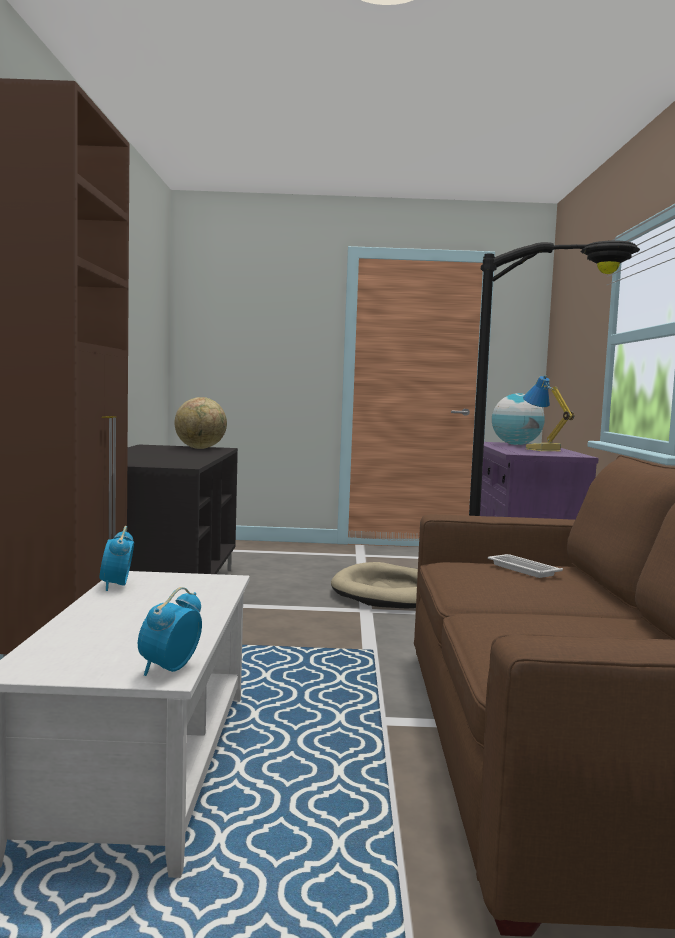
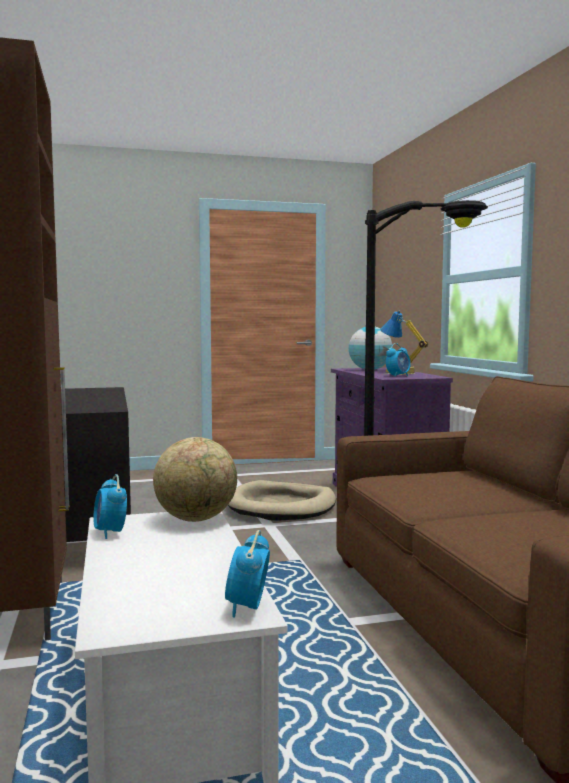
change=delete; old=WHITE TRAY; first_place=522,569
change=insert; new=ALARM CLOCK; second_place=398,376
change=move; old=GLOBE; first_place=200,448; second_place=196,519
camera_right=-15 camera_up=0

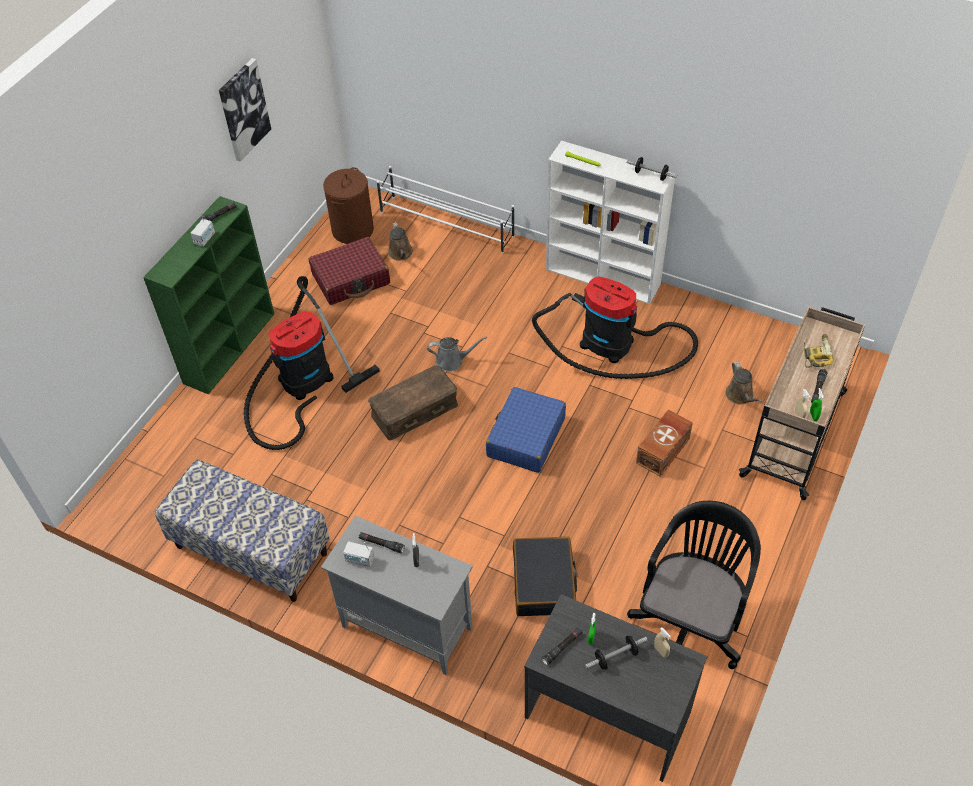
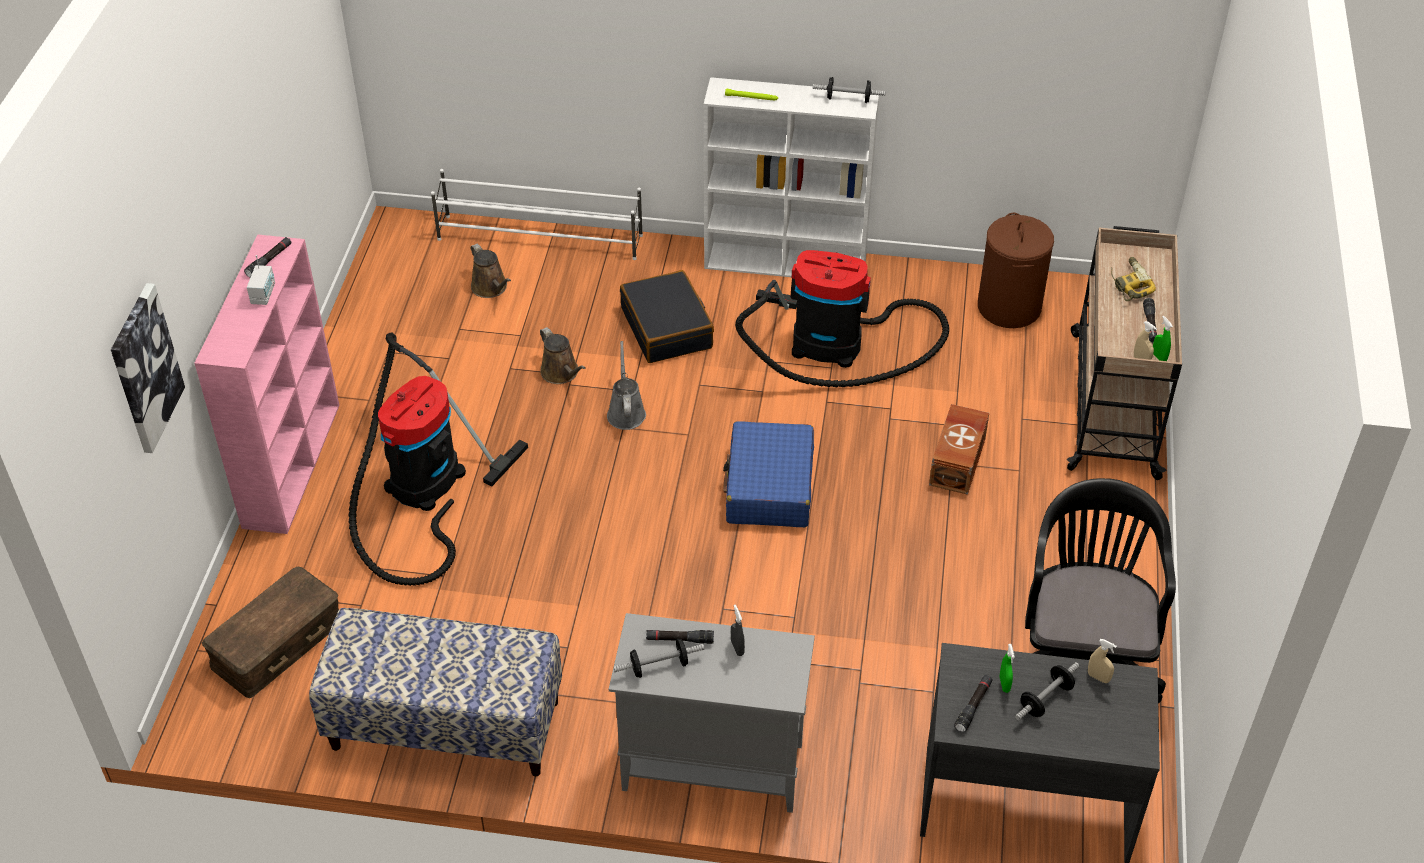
change=delete; old=RED SUITCASE; first_place=351,279
change=move; old=PICTURE; first_place=243,109; second_place=144,368
change=move; old=BROWN LAUNDRY BASKET; first_place=353,230; second_place=1009,307
change=move; old=BROWN STORAGE BOX; first_place=414,409; second_place=276,642
change=move; old=BLACK SUITCASE; first_place=544,583; second_place=667,328
change=move; old=BROWN WATERING CAN; first_place=740,396; second_place=561,373
change=replace; old=RADIO; new=DUMBBELL; first_place=360,559; second_place=659,666
change=recolor; old=GREEN BOOKCASE; new=PINK BOOKCASE; first_place=230,347; second_place=292,463
change=rotate; old=GREY WATERING CAN; first_place=452,361; second_place=626,412; degrees=-75
camera_right=-20 camera_up=-5

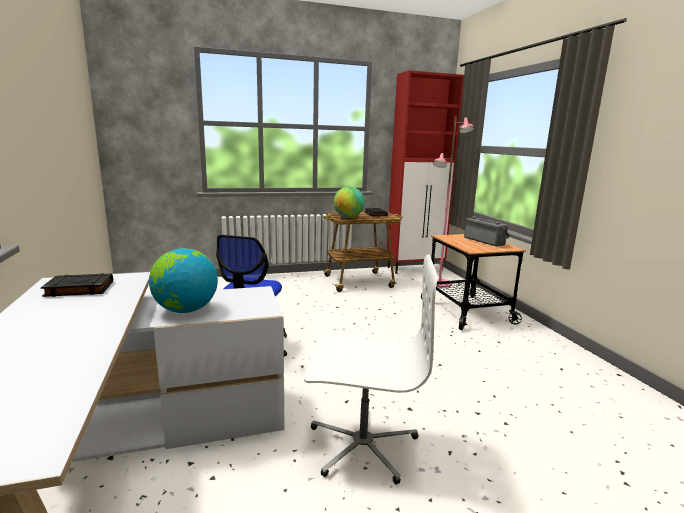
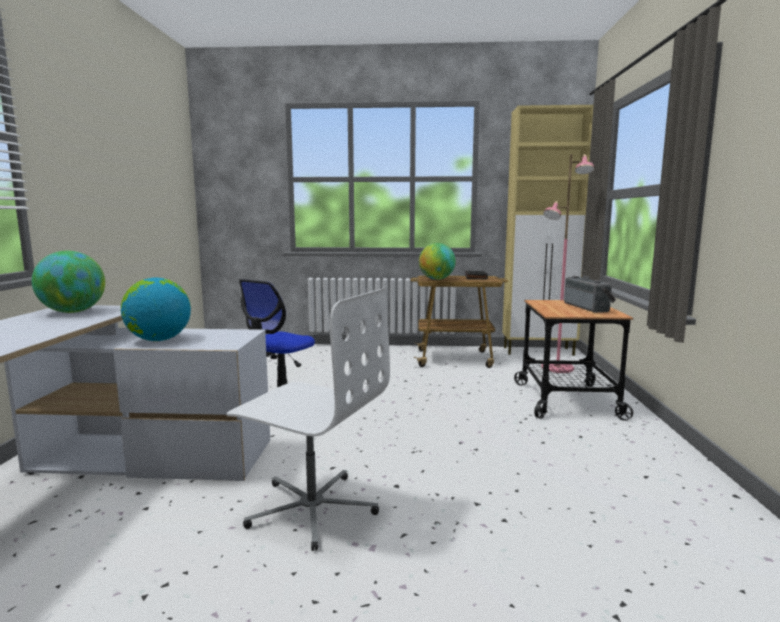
change=replace; old=BLACK BOOK; new=GLOBE; first_place=78,289; second_place=73,312
change=recolor; old=RED CABINET; new=BEIGE CABINET; first_place=415,269; second_place=539,351
camera_right=20 camera_up=-5

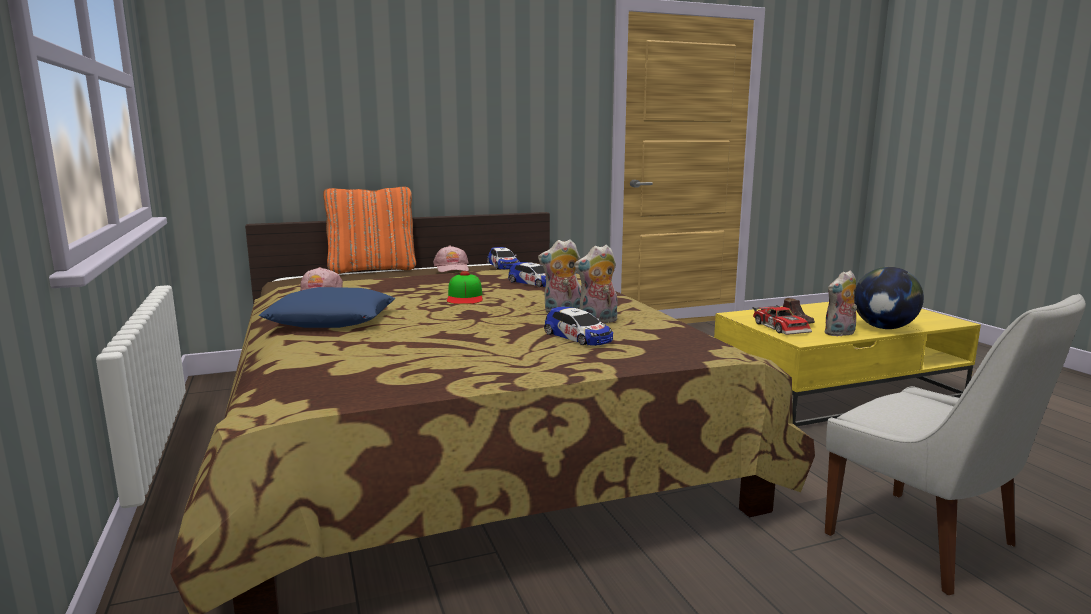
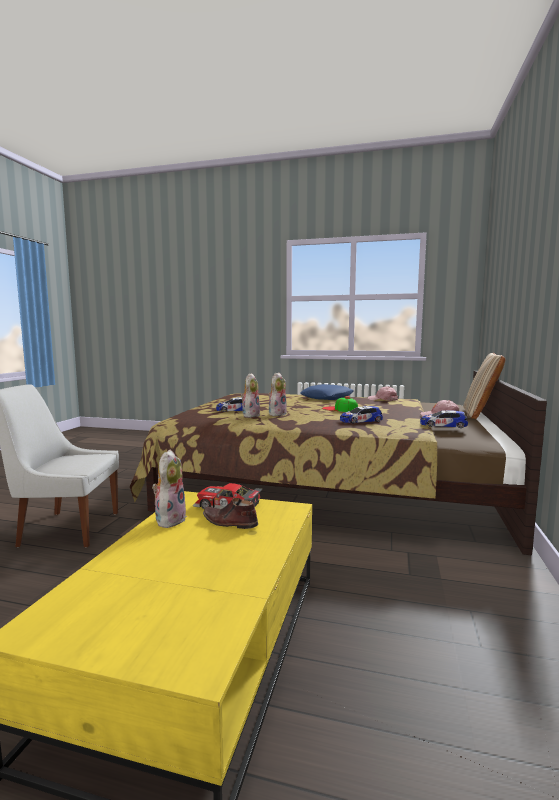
change=delete; old=GLOBE; first_place=884,328
change=recolor; old=ORANGE PILLOW; new=BEIGE PILLOW; first_place=372,269; second_place=480,414
camera_right=125 camera_up=-5

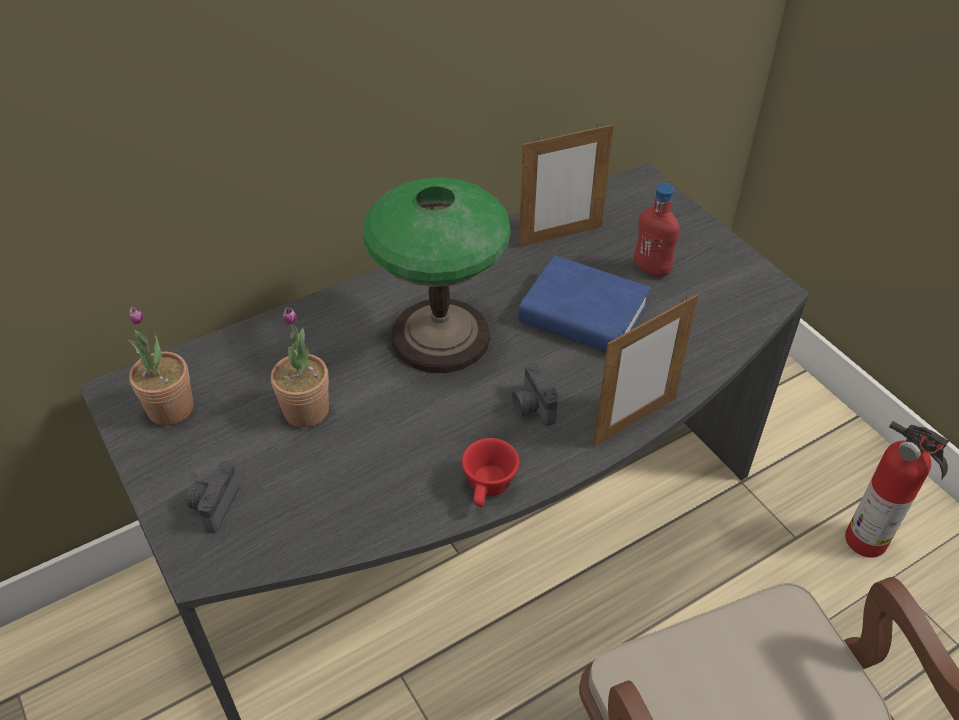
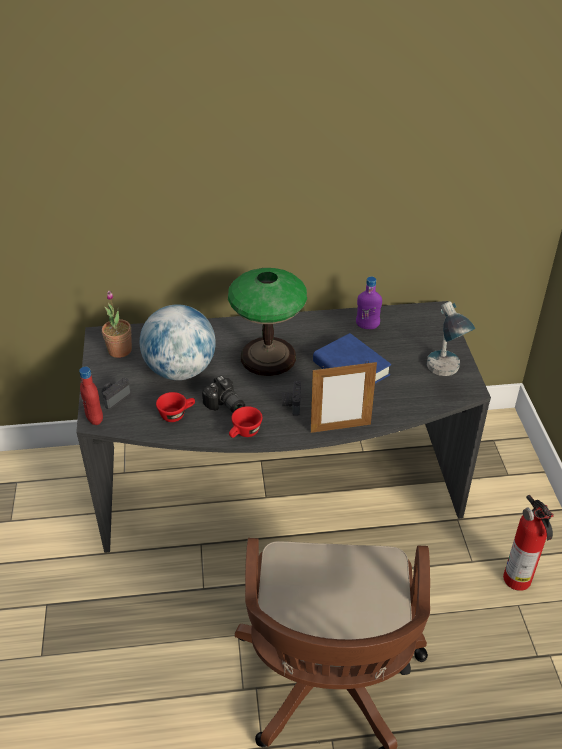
change=insert; new=RED CUP; second_place=177,414
change=insert; new=PHOTO CAMERA; second_place=225,406
change=insert; new=TABLE LAMP; second_place=444,375
change=move; old=RED BOTTLE; first_place=651,269; second_place=95,419
change=replace; old=POTTED PLANT; new=GLOBE; first_place=306,410; second_place=180,370
change=replace; old=PICTURE FRAME; new=PURPLE BOTTLE; first_place=560,236; second_place=367,326
camera_right=25 camera_up=-5

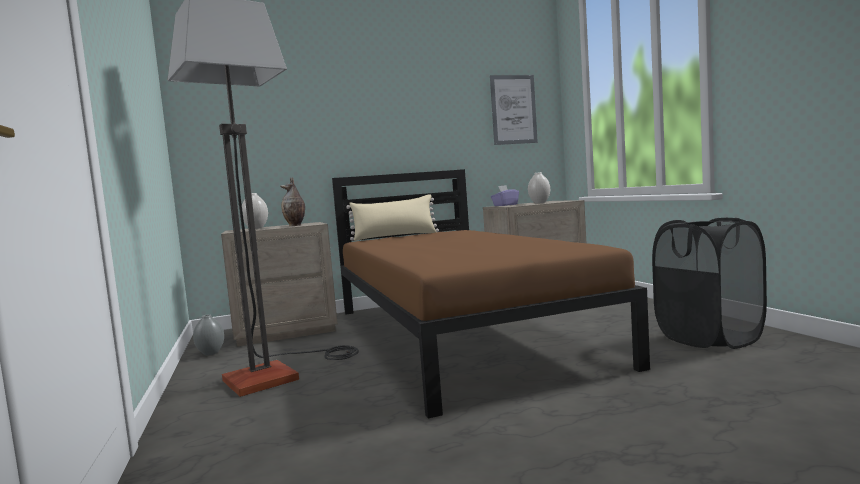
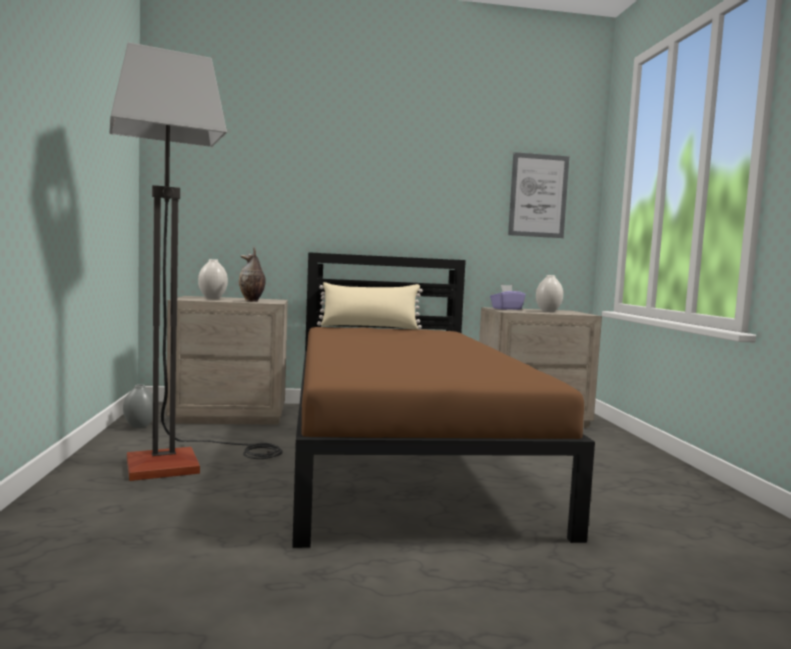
change=delete; old=BLACK LAUNDRY BASKET; first_place=709,338
camera_right=10 camera_up=0

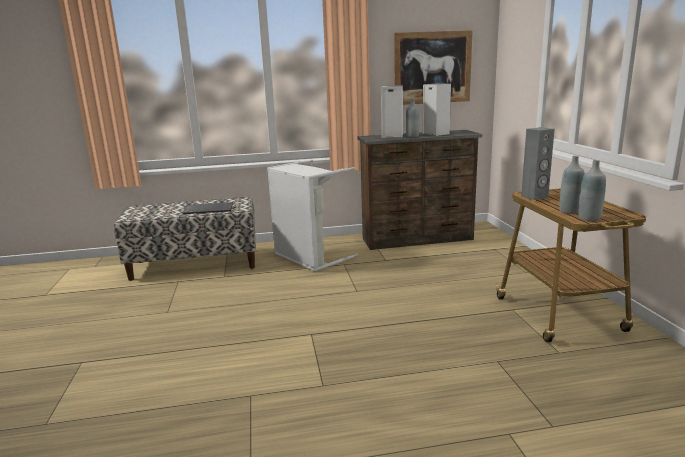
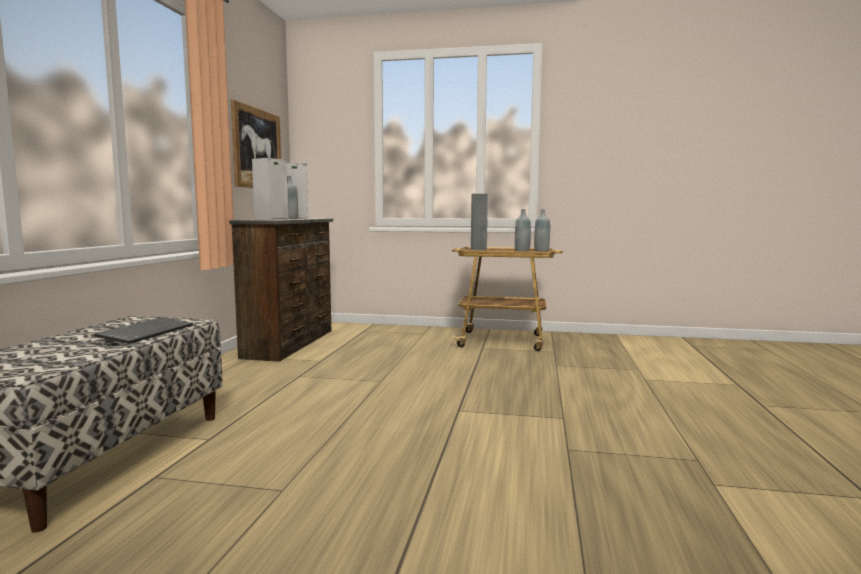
change=delete; old=GREY LAUNDRY BASKET; first_place=308,258
camera_right=-70 camera_up=-10

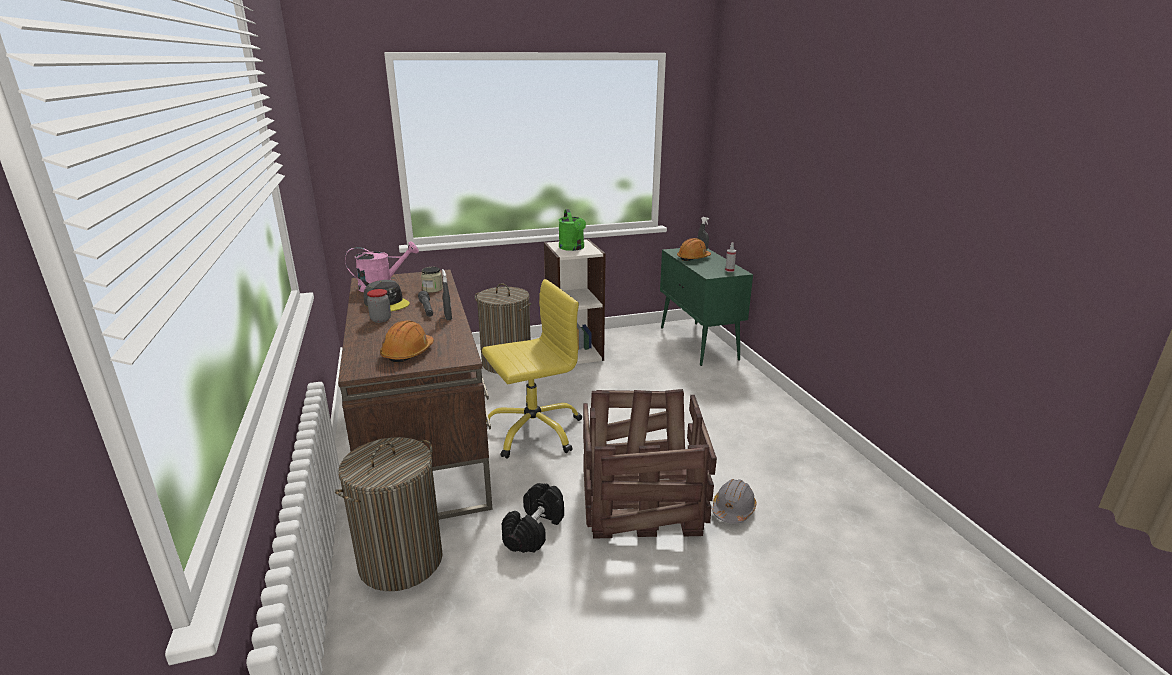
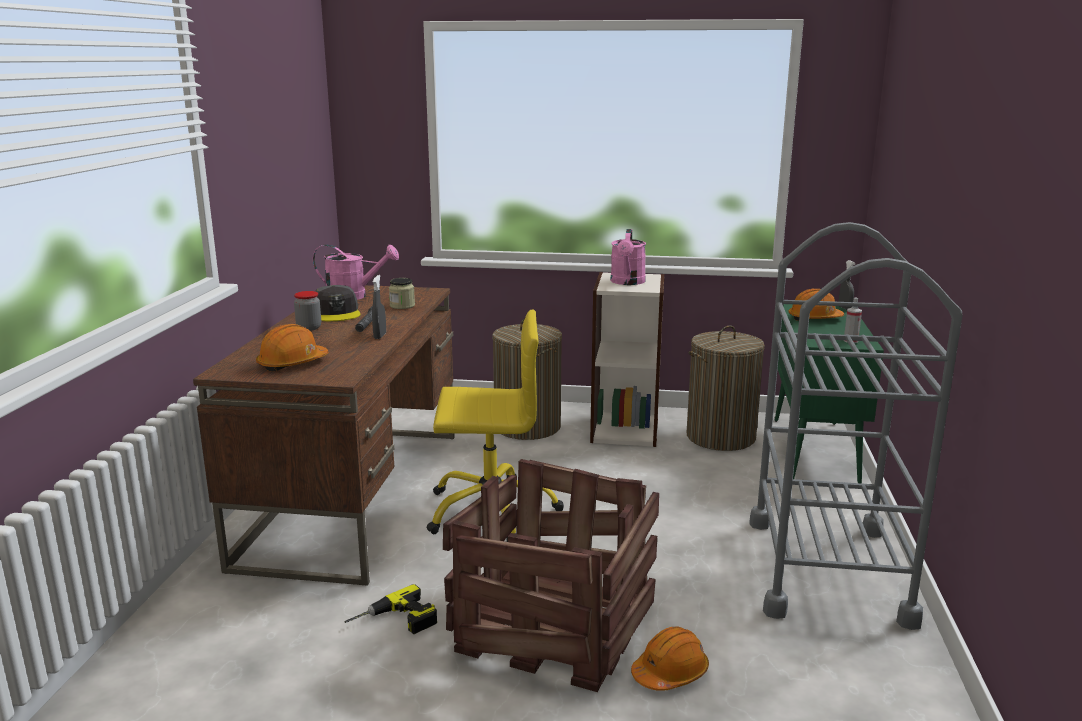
change=insert; new=GREY CART; second_place=827,570
change=move; old=LAUNDRY BASKET; first_place=401,561; second_place=720,437
change=replace; old=BLACK DUMBBELL; new=POWER DRILL; first_place=534,530; second_place=394,622
change=recolor; old=GREEN WATERING CAN; new=PINK WATERING CAN; first_place=573,248; second_place=627,282
change=recolor; old=GREY HARD HAT; new=ORANGE HARD HAT; first_place=733,509; second_place=670,673
camera_right=25 camera_up=-5

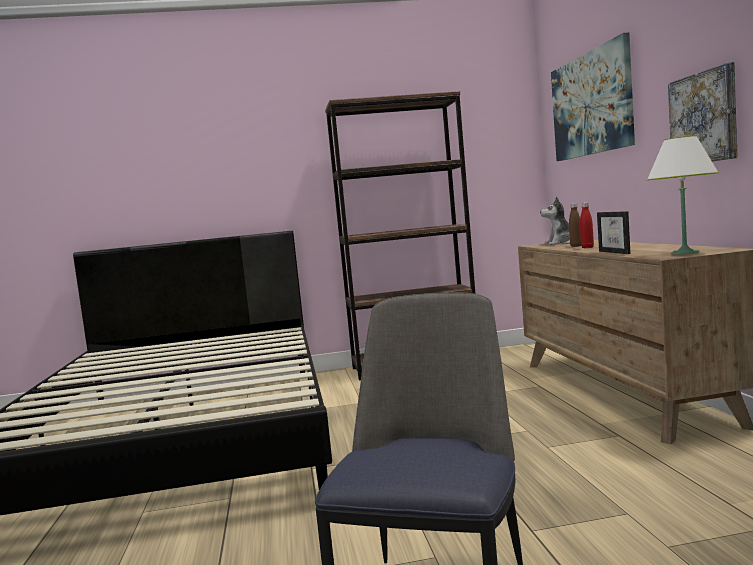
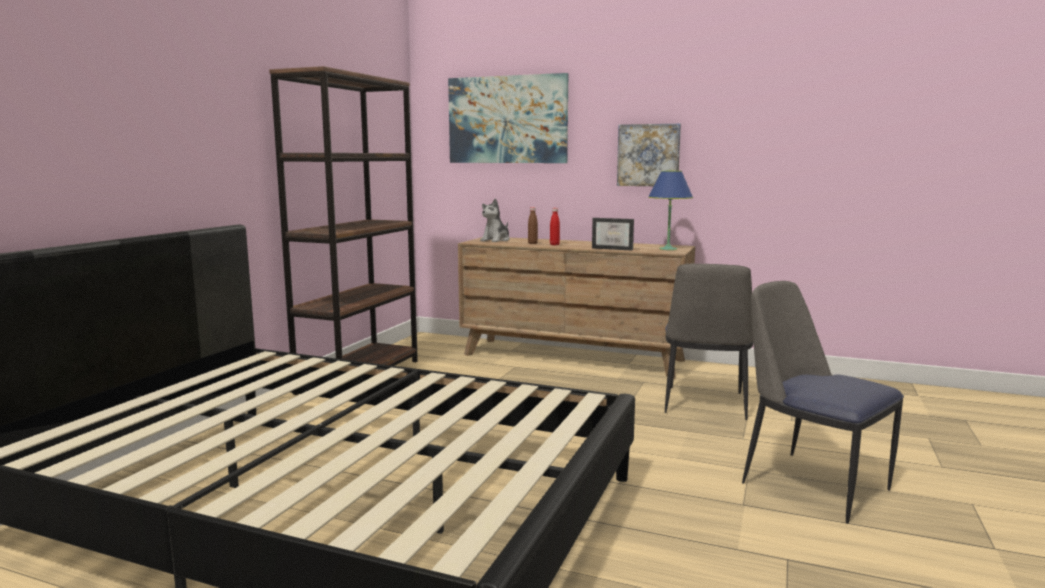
change=insert; new=CHAIR; second_place=704,404
change=recolor; old=WHITE TABLE LAMP; new=BLUE TABLE LAMP; first_place=685,253; second_place=668,249
camera_right=-60 camera_up=5

